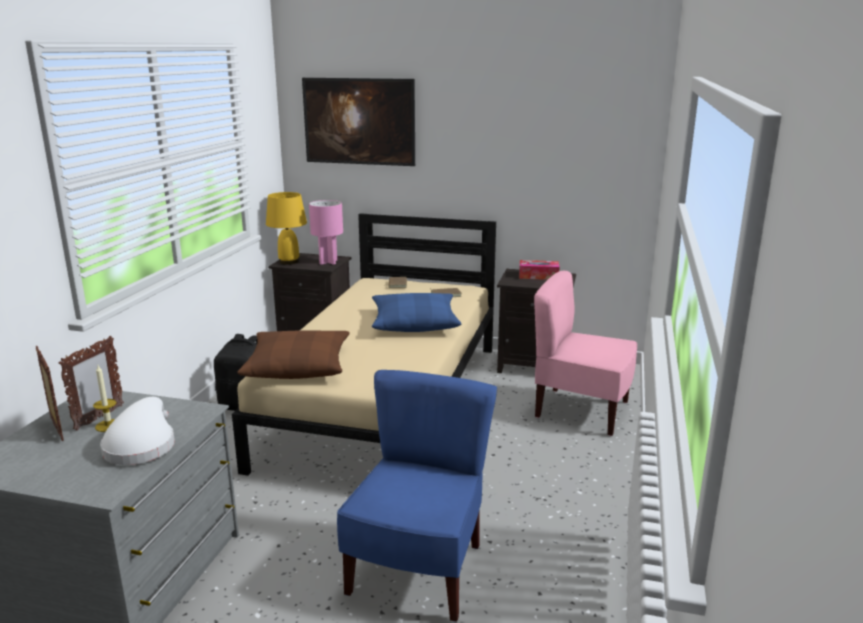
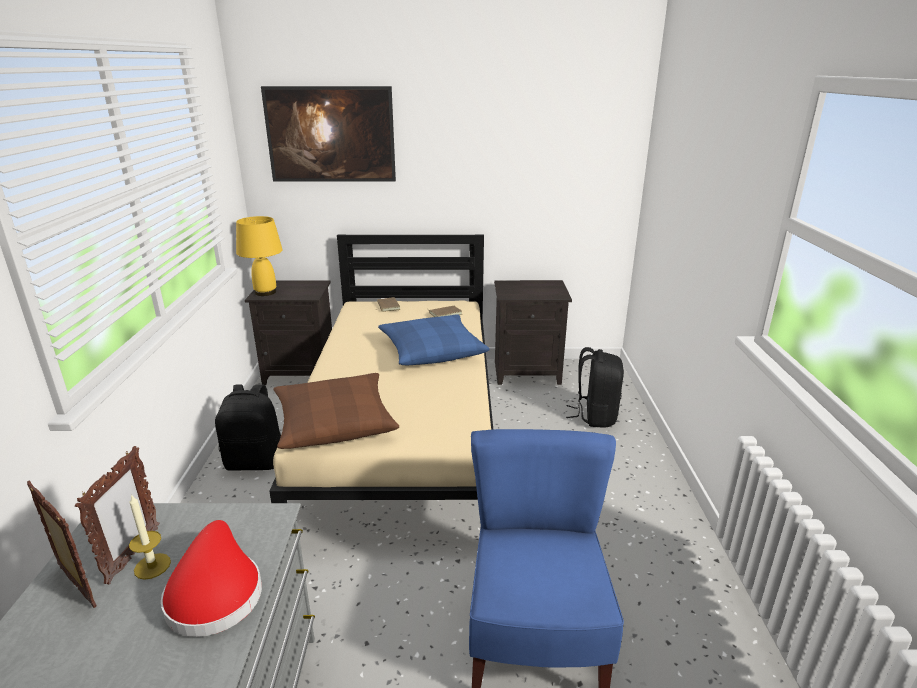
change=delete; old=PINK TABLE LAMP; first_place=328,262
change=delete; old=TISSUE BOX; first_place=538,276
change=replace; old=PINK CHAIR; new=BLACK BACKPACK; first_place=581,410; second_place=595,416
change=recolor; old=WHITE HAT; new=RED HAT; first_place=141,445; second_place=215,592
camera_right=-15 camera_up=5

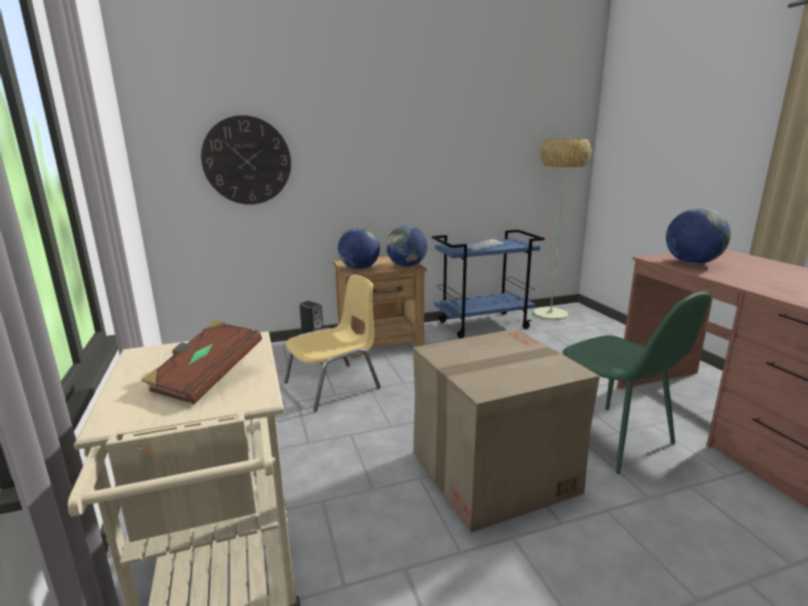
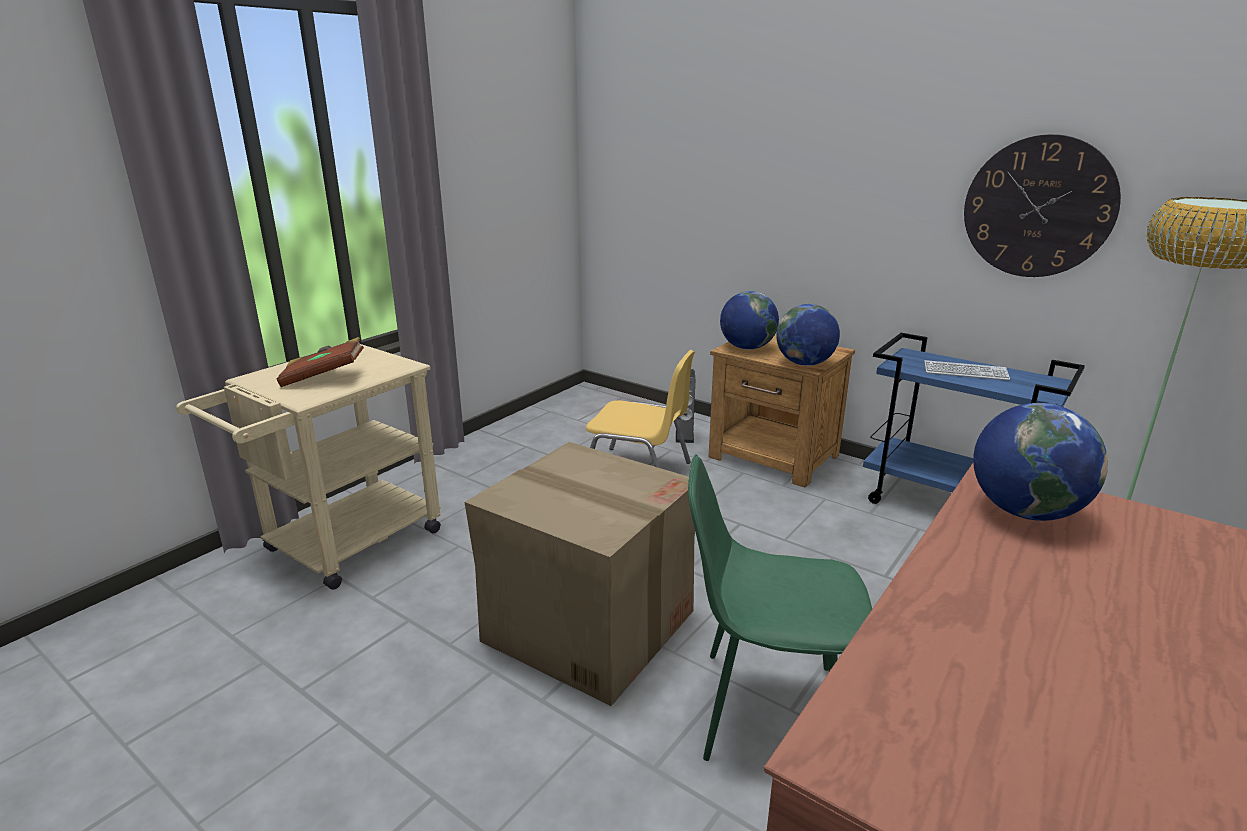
change=move; old=WALL CLOCK; first_place=247,161; second_place=1038,207
change=rotate; old=GREEN CHAIR; first_place=614,439; second_place=764,710; degrees=75
camera_right=55 camera_up=5

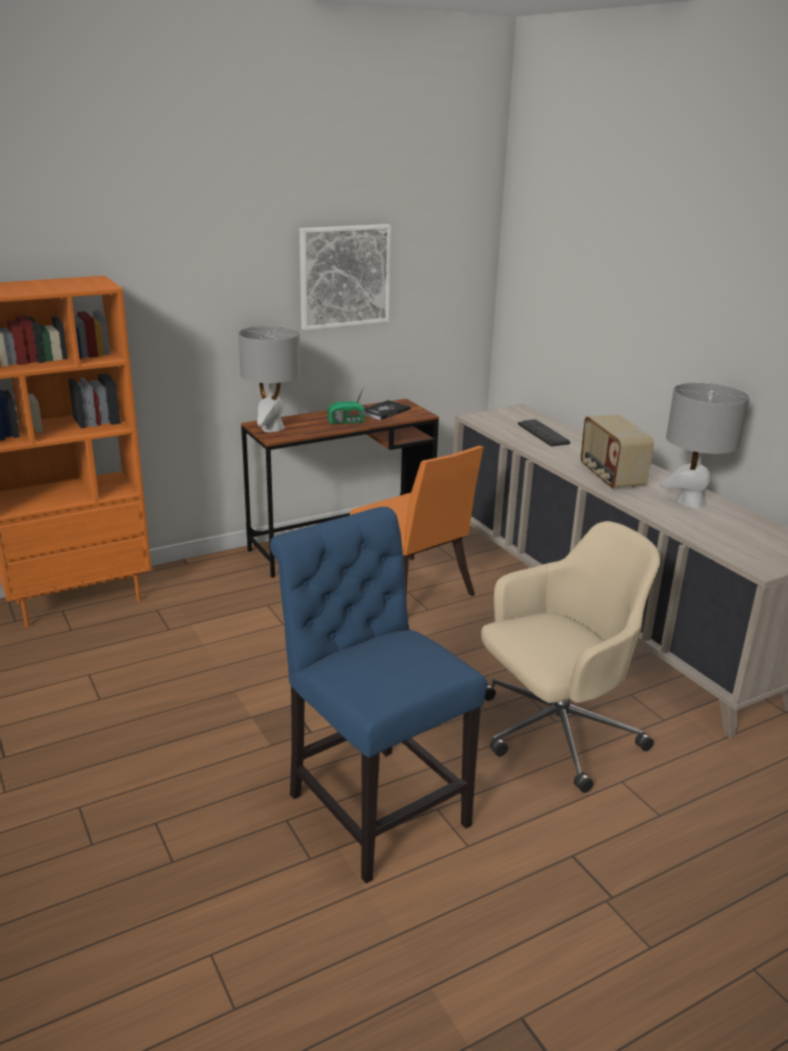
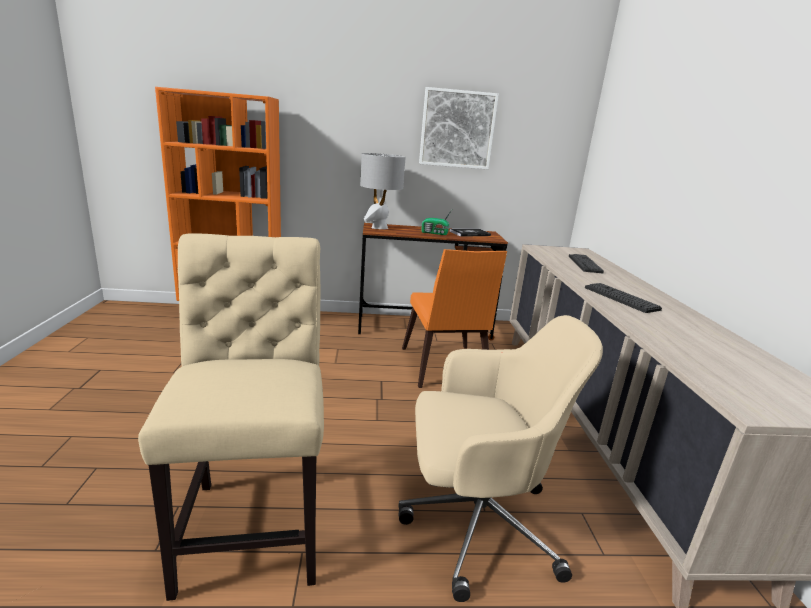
change=delete; old=GREY TABLE LAMP; first_place=691,502
change=replace; old=RADIO; new=KEYBOARD; first_place=610,477; second_place=620,298
change=recolor; old=BLUE CHAIR; new=BEIGE CHAIR; first_place=373,804; second_place=254,522
camera_right=25 camera_up=-5

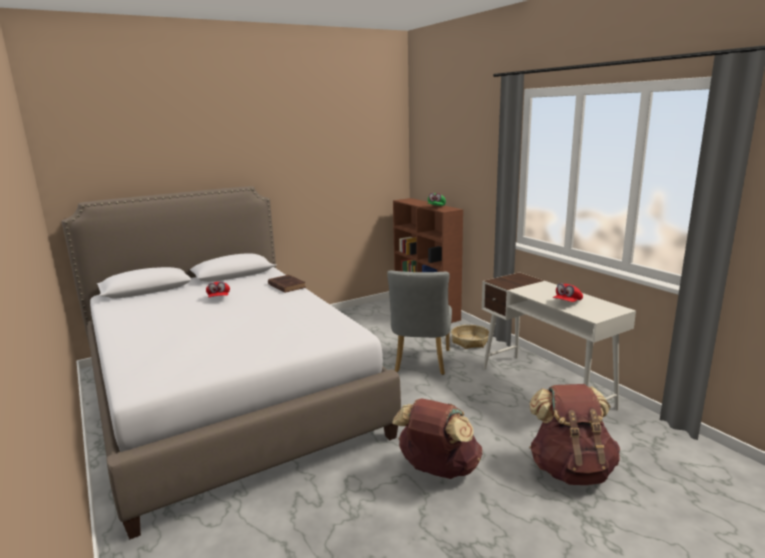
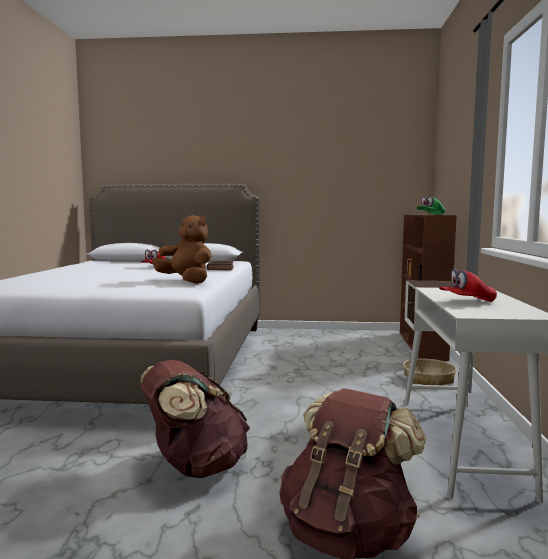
change=delete; old=GREY CHAIR; first_place=421,363
change=insert; new=BROWN PLUSH TOY; second_place=186,281
camera_right=35 camera_up=-10

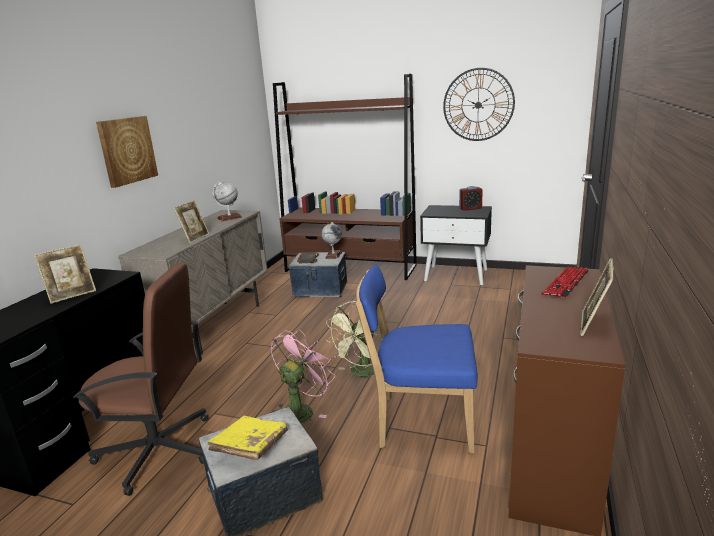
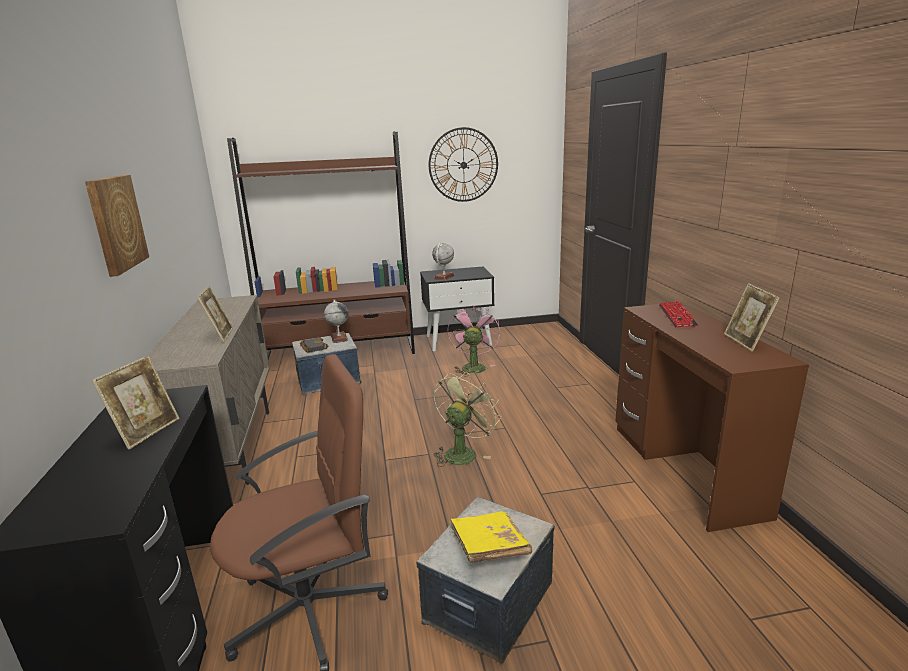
change=delete; old=BLUE CHAIR; first_place=420,422
change=delete; old=ALARM CLOCK; first_place=470,208
change=move; old=GLOBE; first_place=229,218; second_place=444,277
change=move; old=PINK FAN; first_place=301,410; second_place=473,366
change=rotate; old=GREEN FAN; first_place=362,373; second_place=463,452; degrees=-150
camera_right=-30 camera_up=0

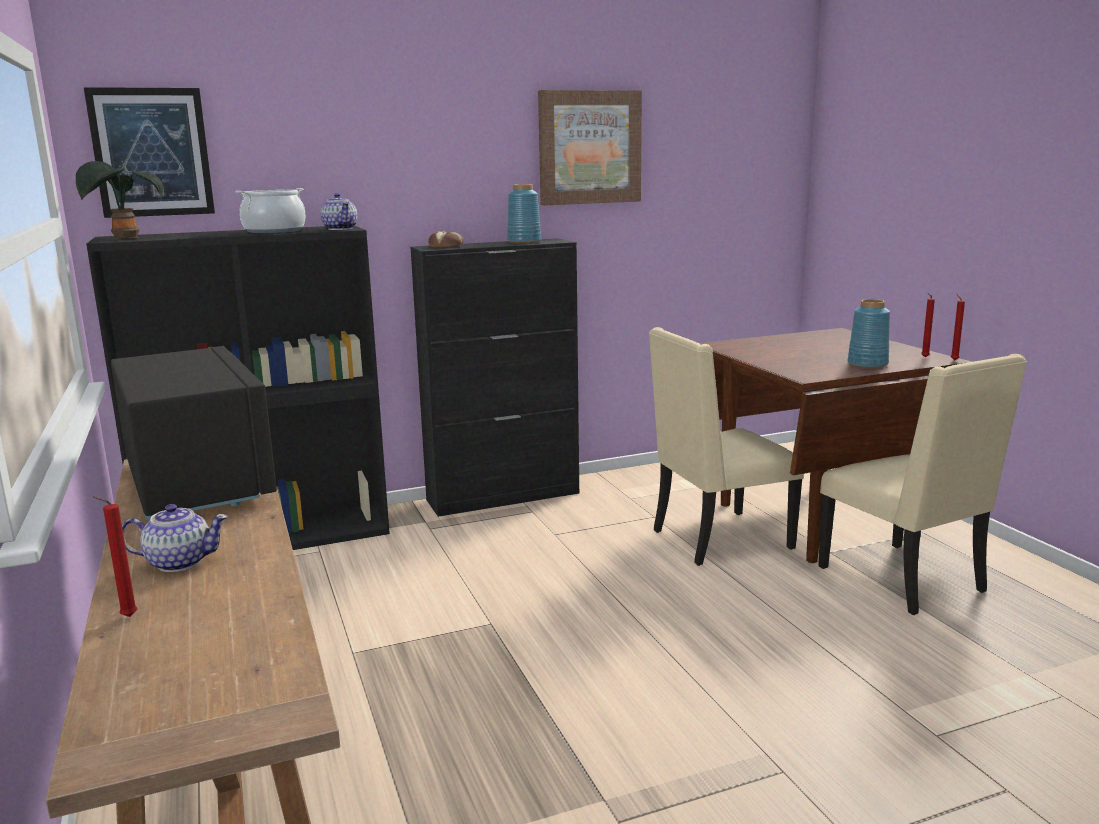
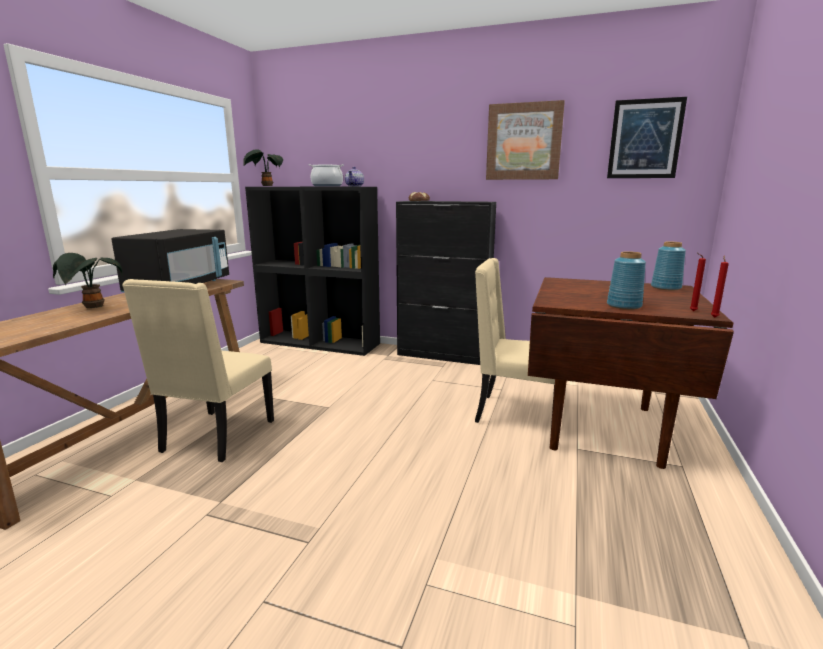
change=delete; old=RED CANDLE; first_place=126,617
change=move; old=PICTURE; first_place=152,152; second_place=645,139
change=move; old=BLUE VASE; first_place=525,242; second_place=666,288
change=move; old=BEIGE CHAIR; first_place=905,580; second_place=216,437
change=replace; old=TEAPOT; new=POTTED PLANT; first_place=179,562; second_place=93,307
camera_right=40 camera_up=0

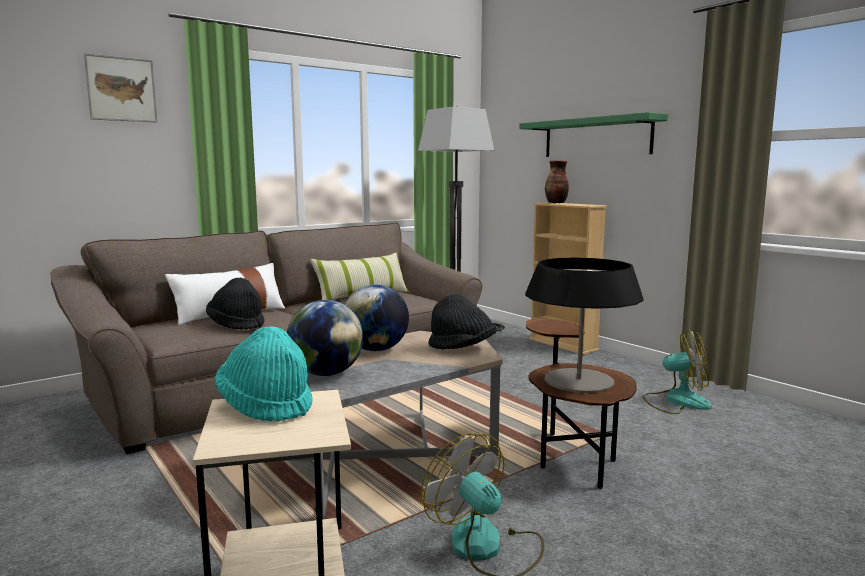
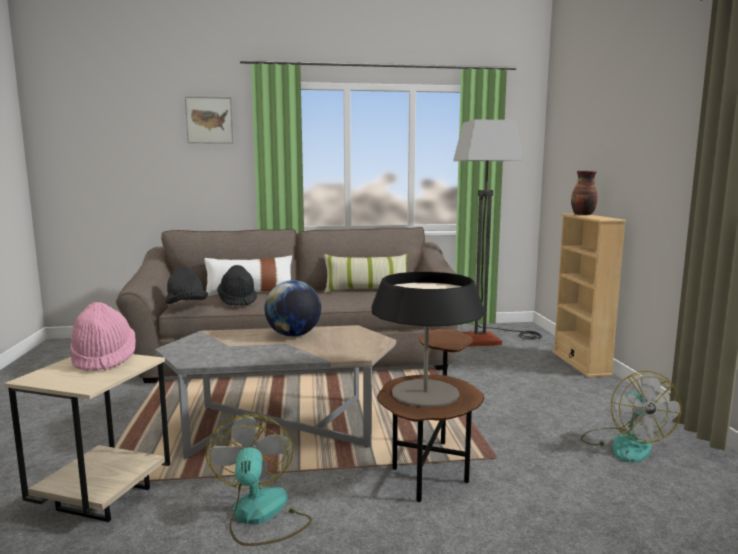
change=delete; old=GLOBE; first_place=326,374
change=delete; old=GREEN SHELF; first_place=596,137
change=move; old=BLACK HAT; first_place=462,348; second_place=186,305
change=recolor; old=TURQUOISE HAT; new=PINK HAT; first_place=266,405; second_place=104,359
change=rotate; old=FAN; first_place=676,401; second_place=624,444; degrees=45
camera_right=30 camera_up=0

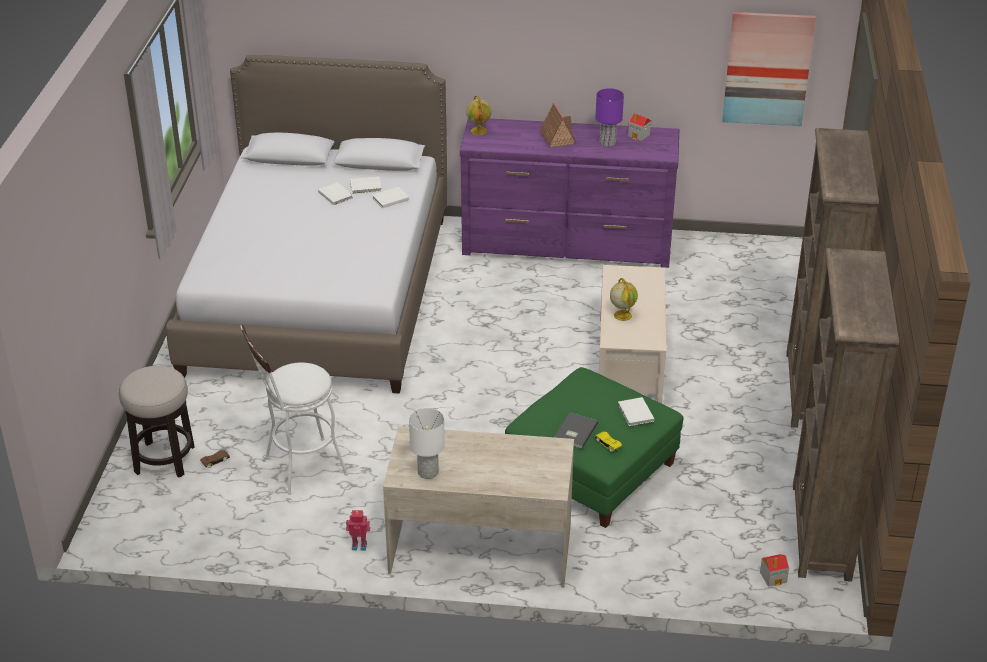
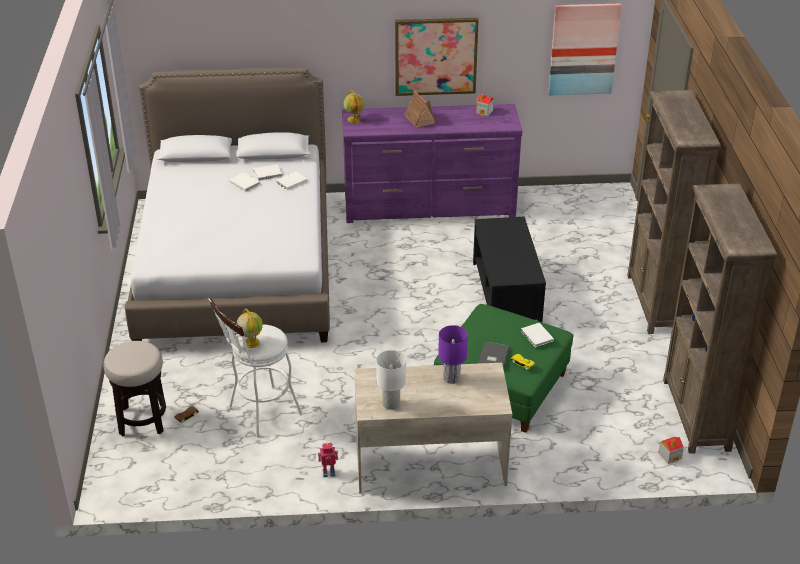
change=insert; new=PICTURE; second_place=436,56
change=move; old=PURPLE TABLE LAMP; first_place=607,142; second_place=451,378
change=move; old=GLOBE; first_place=622,315; second_place=251,342
change=recolor; old=BEIGE COFFEE TABLE; new=BLACK COFFEE TABLE; first_place=629,359; second_place=506,293
camera_right=-10 camera_up=0

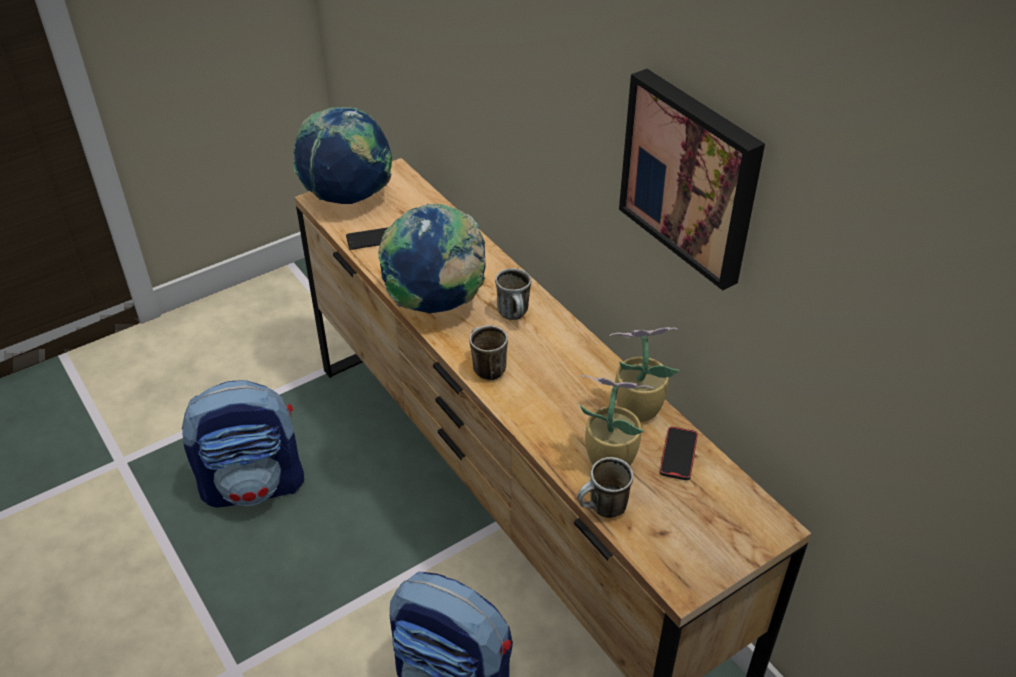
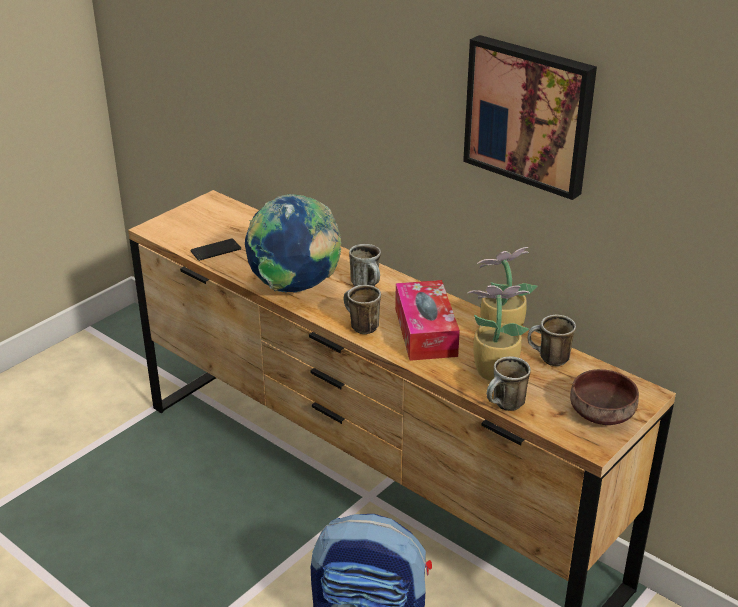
change=delete; old=BACKPACK; first_place=254,484
change=delete; old=GLOBE; first_place=348,197
change=insert; new=TISSUE BOX; second_place=425,332
change=insert; new=BROWN BOWL; second_place=603,413
change=replace; old=PHONE; new=MUG; first_place=678,455; second_place=548,359
camera_right=-15 camera_up=-10

